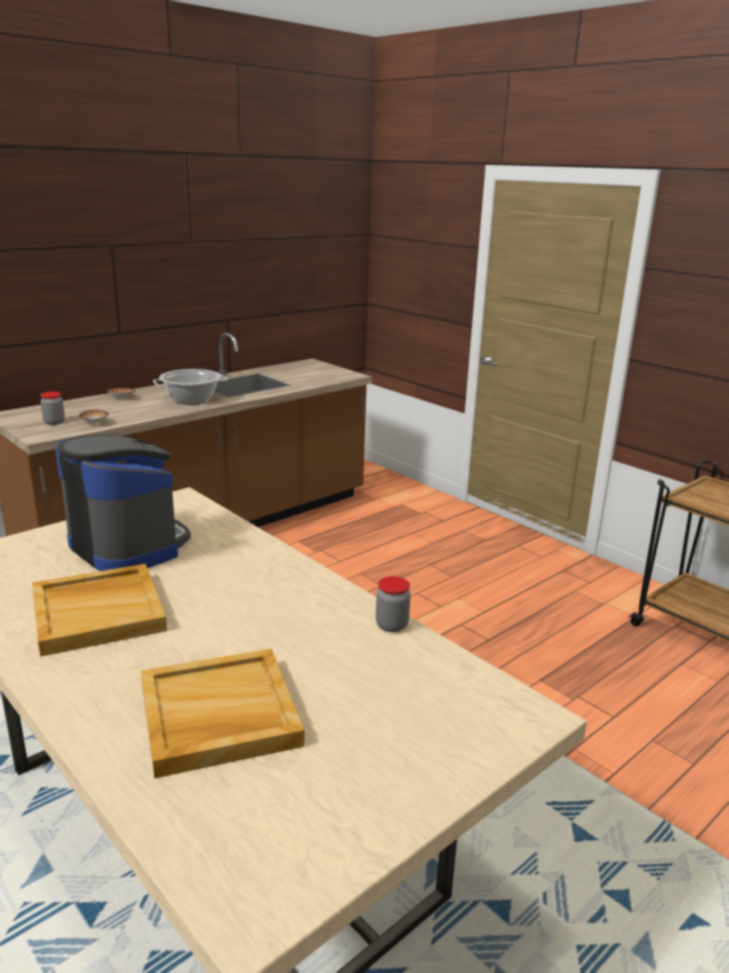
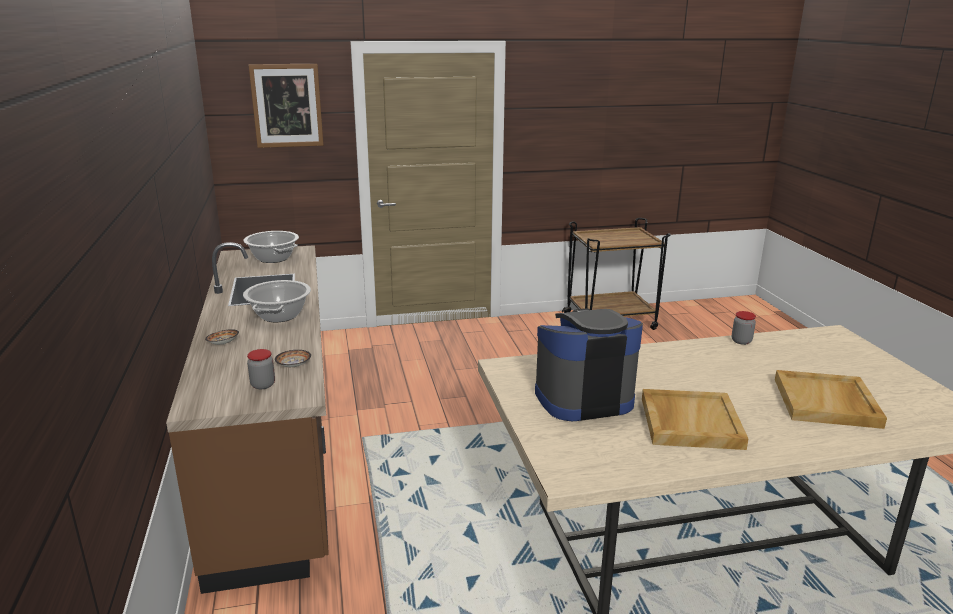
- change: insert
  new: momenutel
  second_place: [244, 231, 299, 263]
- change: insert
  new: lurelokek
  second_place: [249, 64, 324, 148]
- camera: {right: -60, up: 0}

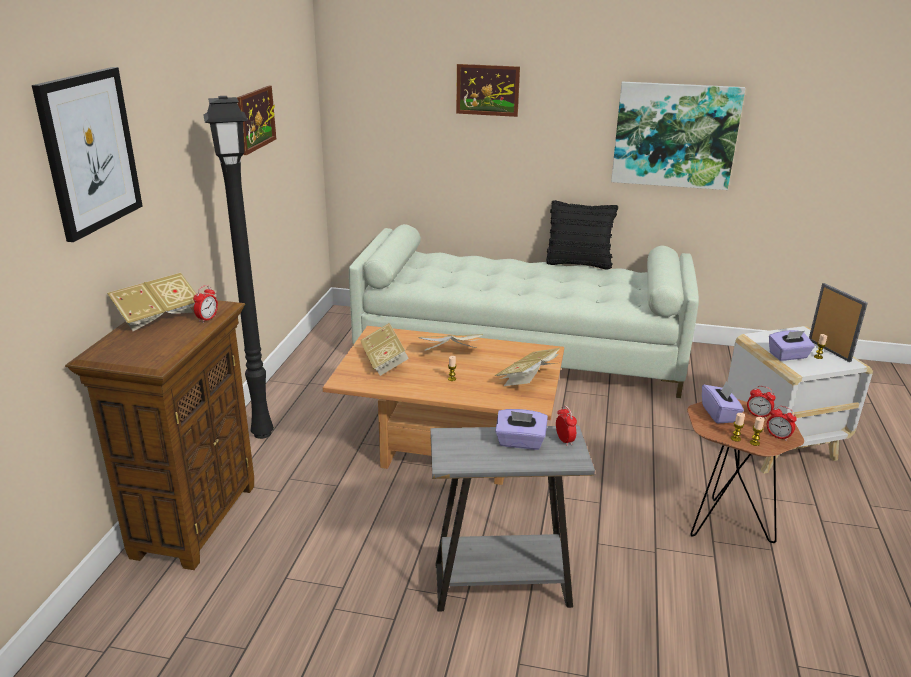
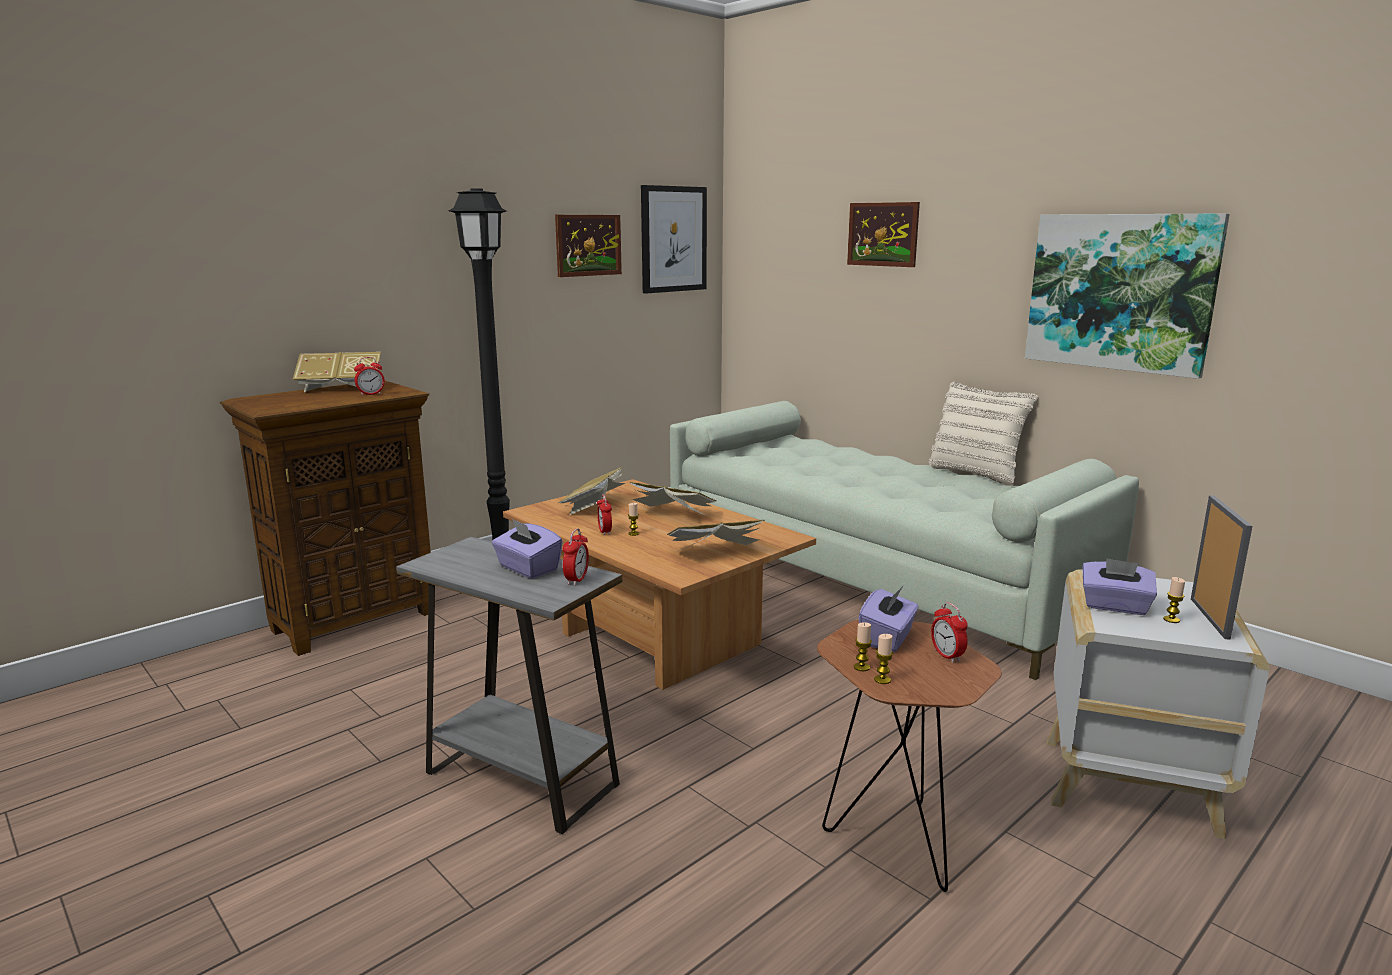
- change: move
  old: lurelokek
  first_place: [32, 67, 142, 242]
  second_place: [641, 185, 707, 293]
- change: recolor
  old: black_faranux
  new: beige_faranux
  first_place: [546, 200, 618, 269]
  second_place: [929, 381, 1038, 484]
- change: move
  old: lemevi
  first_place: [767, 406, 797, 441]
  second_place: [597, 495, 612, 535]
- camera: {right: 35, up: -10}

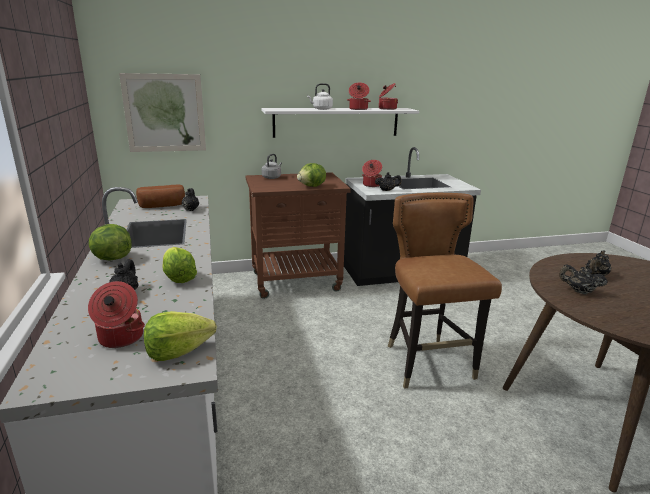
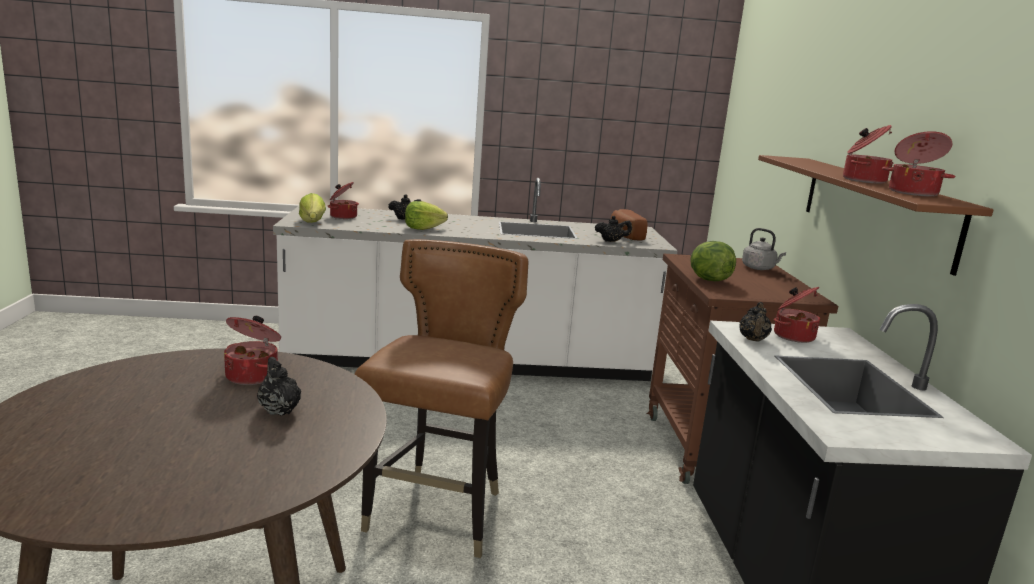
- change: delete
  old: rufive
  first_place: [88, 224, 132, 261]
- change: delete
  old: lurelokek
  first_place: [119, 73, 206, 152]
- change: recolor
  old: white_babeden
  new: brown_babeden
  first_place: [261, 108, 419, 138]
  second_place: [758, 155, 994, 276]
- change: delete
  old: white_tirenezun
  first_place: [307, 83, 333, 110]
- change: rotate
  old: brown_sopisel
  first_place: [388, 193, 502, 389]
  second_place: [355, 239, 529, 558]
  degrees: -75
- change: replace
  old: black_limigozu
  new: momenutel
  first_place: [559, 264, 608, 294]
  second_place: [224, 316, 281, 385]
- camera: {right: 100, up: -5}

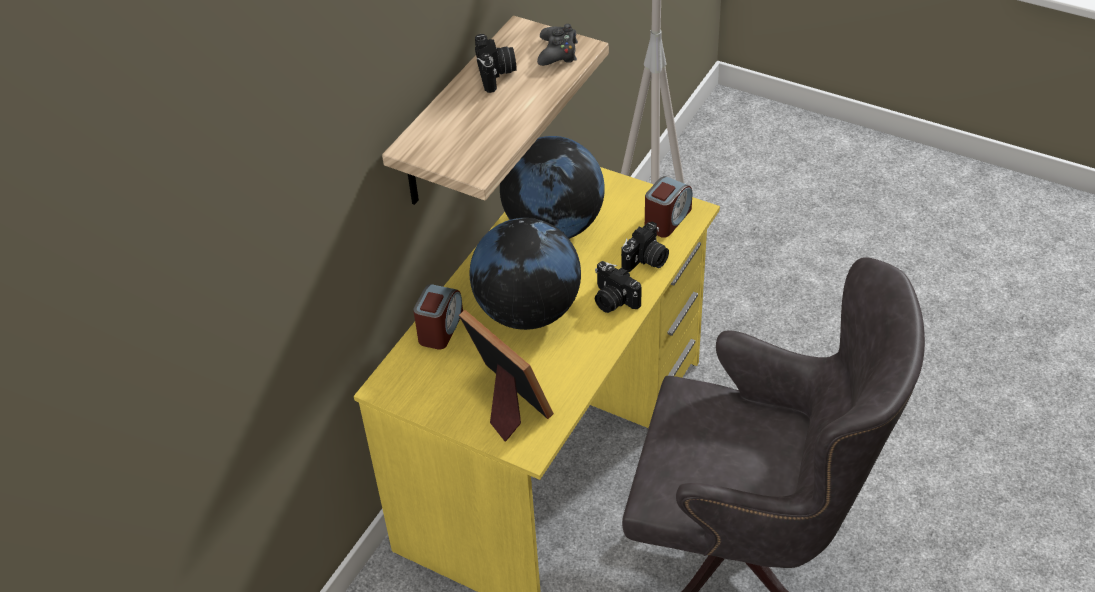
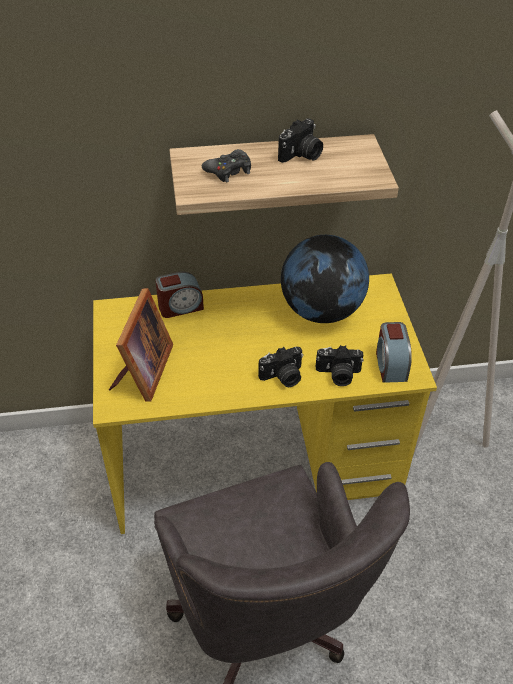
- change: delete
  old: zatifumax
  first_place: [470, 218, 581, 330]
- change: move
  old: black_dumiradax
  first_place: [537, 24, 578, 66]
  second_place: [202, 149, 251, 182]
- change: rotate
  old: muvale
  first_place: [595, 261, 642, 313]
  second_place: [258, 347, 303, 387]
  degrees: -120
- change: rotate
  old: lemevi
  first_place: [645, 176, 692, 238]
  second_place: [376, 322, 412, 383]
  degrees: 90
- camera: {right: 50, up: 0}

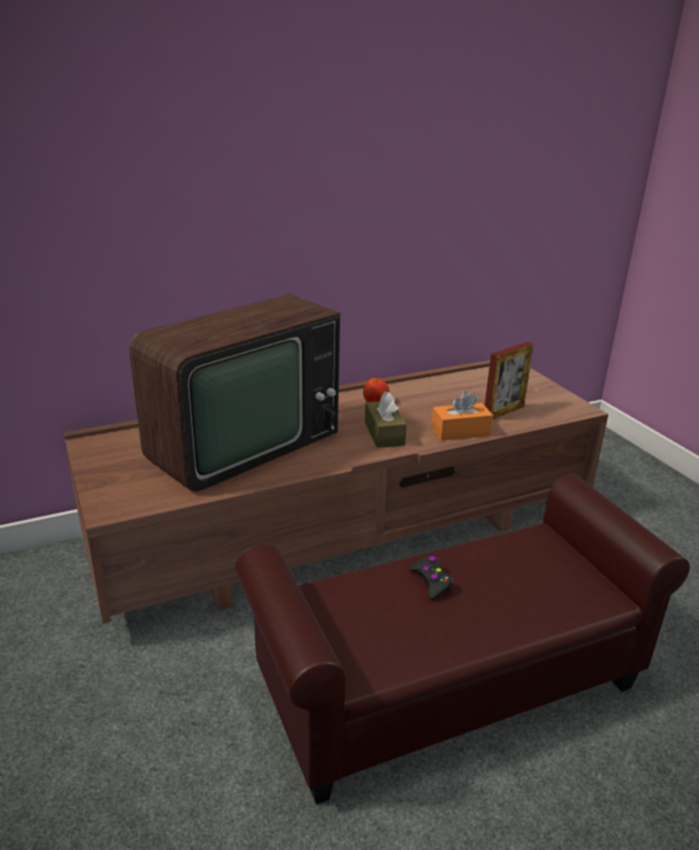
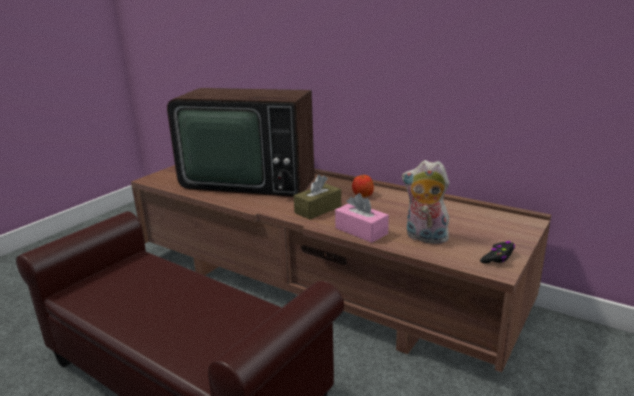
- change: move
  old: black_dumiradax
  first_place: [409, 556, 453, 600]
  second_place: [480, 241, 515, 264]
- change: recolor
  old: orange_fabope
  new: pink_fabope
  first_place: [431, 391, 493, 440]
  second_place: [335, 193, 389, 243]
- change: replace
  old: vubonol
  new: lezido
  first_place: [485, 342, 534, 419]
  second_place: [402, 160, 449, 244]
- camera: {right: 60, up: -5}

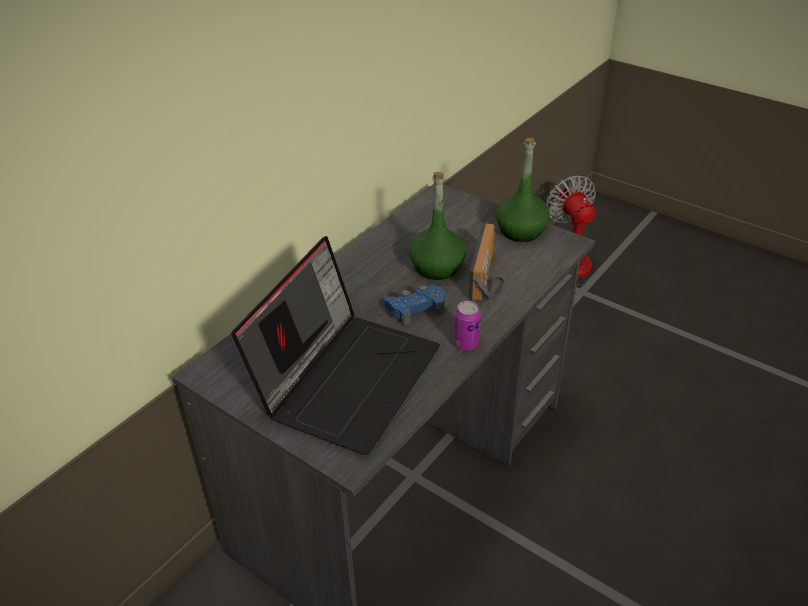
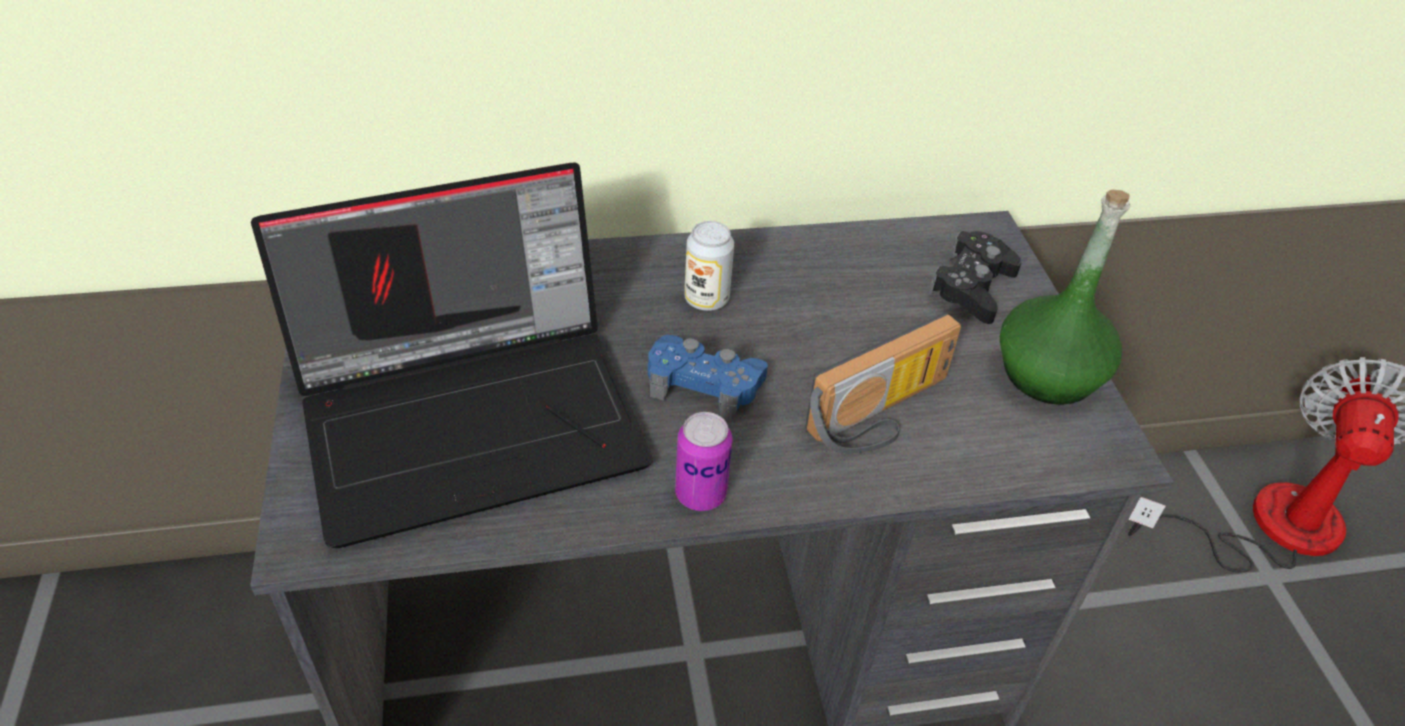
- change: delete
  old: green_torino
  first_place: [409, 172, 466, 280]
- change: insert
  new: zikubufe
  second_place: [684, 221, 734, 311]
- change: insert
  new: black_dumiradax
  second_place: [928, 231, 1021, 324]
- camera: {right: 40, up: 5}

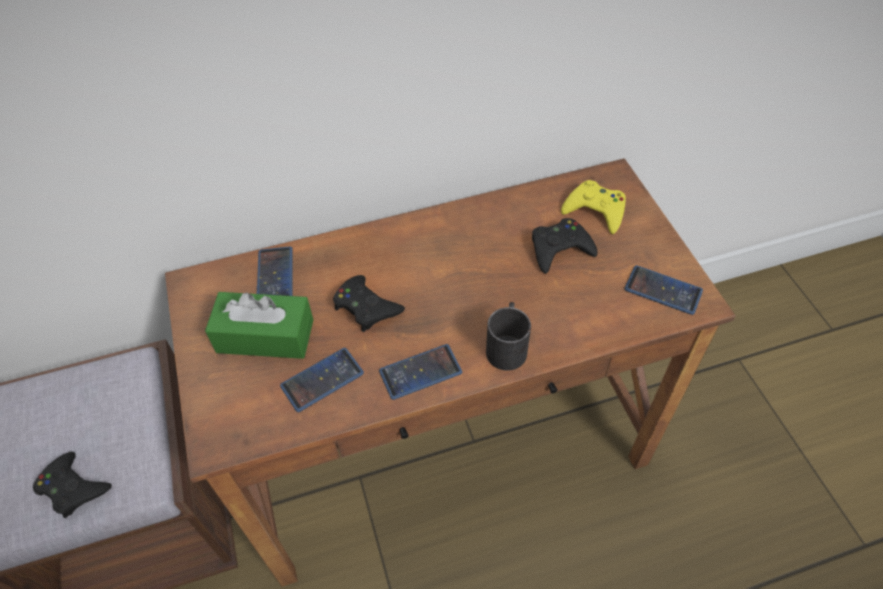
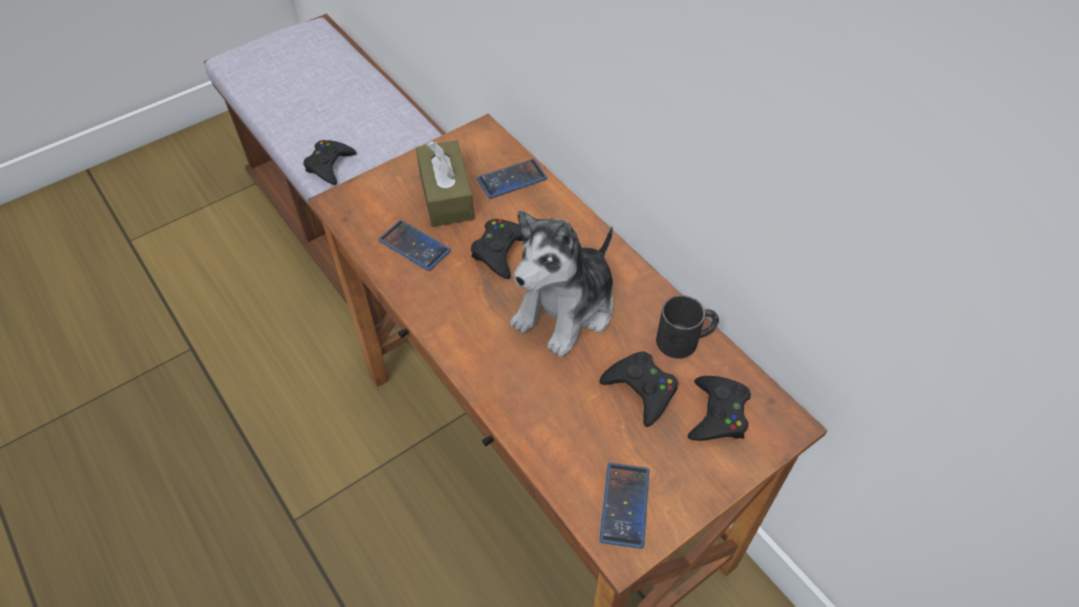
- change: recolor
  old: green_fabope
  new: brown_fabope
  first_place: [205, 292, 313, 359]
  second_place: [416, 140, 474, 227]
- change: delete
  old: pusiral
  first_place: [379, 344, 462, 400]
- change: move
  old: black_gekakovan
  first_place: [486, 302, 531, 371]
  second_place: [656, 295, 719, 359]
- change: recolor
  old: yellow_dumiradax
  new: black_dumiradax
  first_place: [561, 180, 626, 234]
  second_place: [688, 376, 751, 441]
- change: insert
  new: lezido
  second_place: [510, 210, 613, 357]
- camera: {right: 70, up: 0}

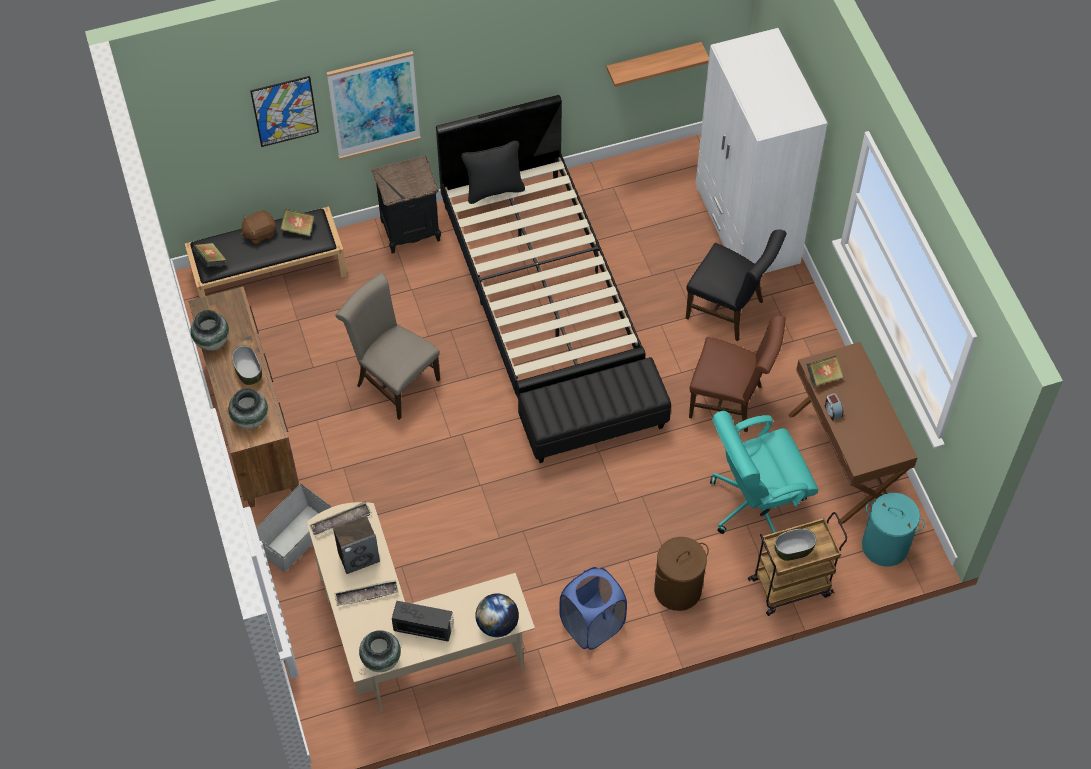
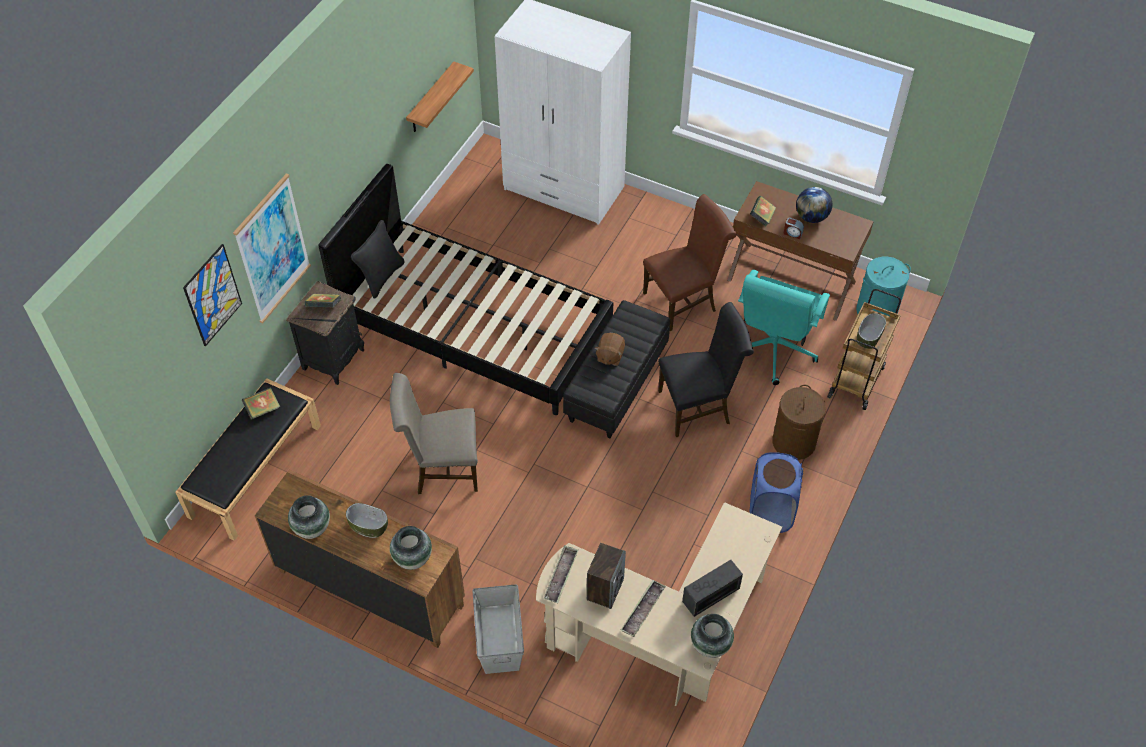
- change: move
  old: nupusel
  first_place: [193, 243, 227, 267]
  second_place: [305, 294, 341, 307]
- change: move
  old: brown_lezido
  first_place: [241, 210, 276, 244]
  second_place: [595, 333, 625, 366]
- change: move
  old: zatifumax
  first_place: [475, 594, 519, 637]
  second_place: [796, 187, 833, 223]
- change: move
  old: black_sopisel
  first_place: [686, 230, 787, 341]
  second_place: [658, 302, 754, 437]
- camera: {right: -45, up: -5}

